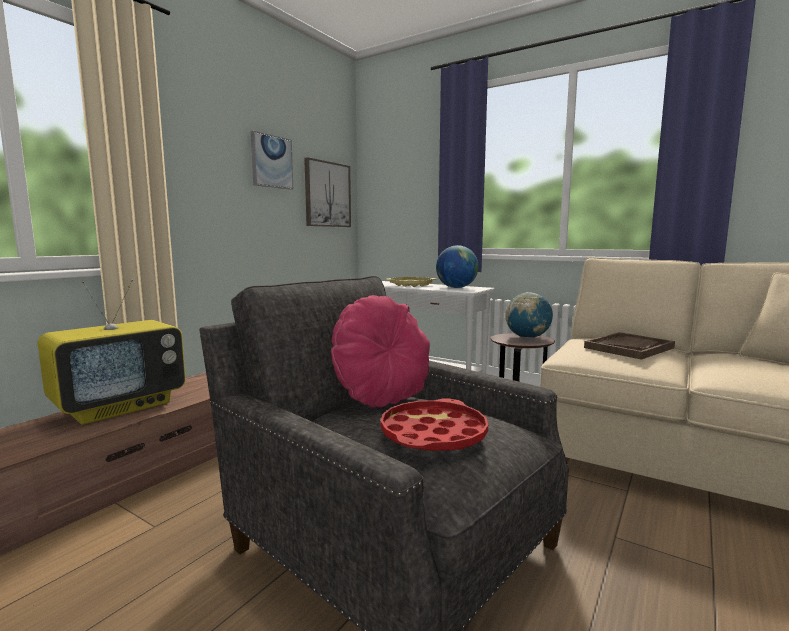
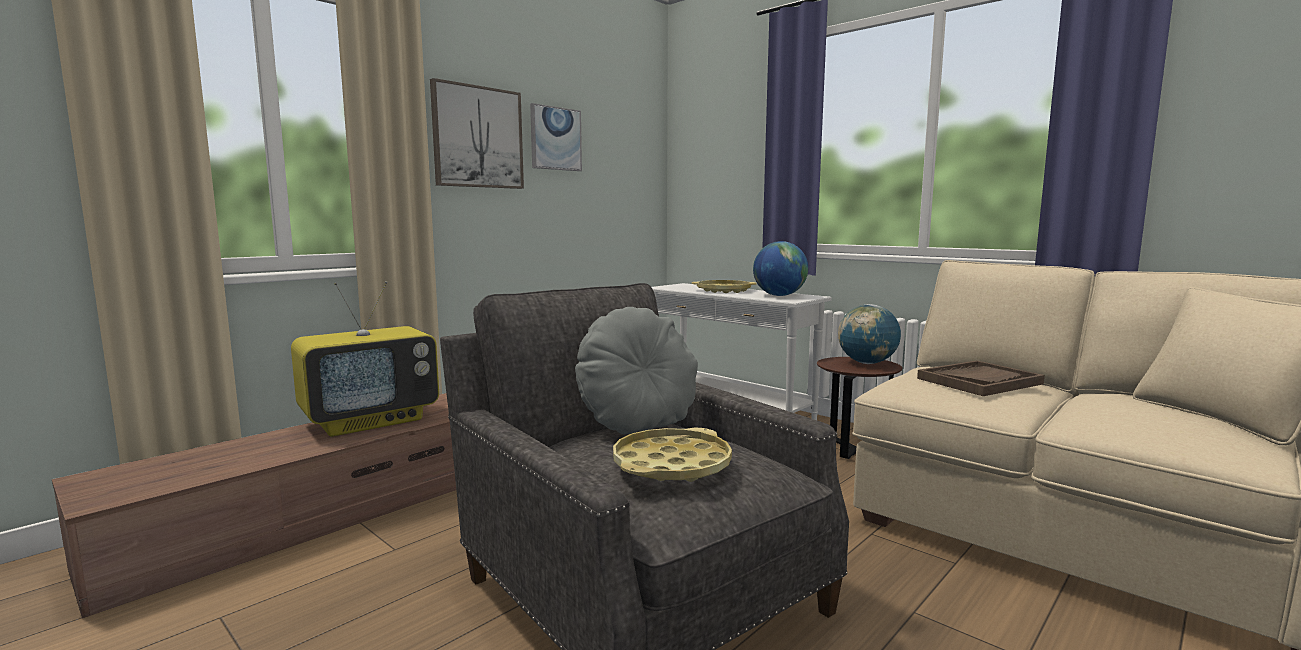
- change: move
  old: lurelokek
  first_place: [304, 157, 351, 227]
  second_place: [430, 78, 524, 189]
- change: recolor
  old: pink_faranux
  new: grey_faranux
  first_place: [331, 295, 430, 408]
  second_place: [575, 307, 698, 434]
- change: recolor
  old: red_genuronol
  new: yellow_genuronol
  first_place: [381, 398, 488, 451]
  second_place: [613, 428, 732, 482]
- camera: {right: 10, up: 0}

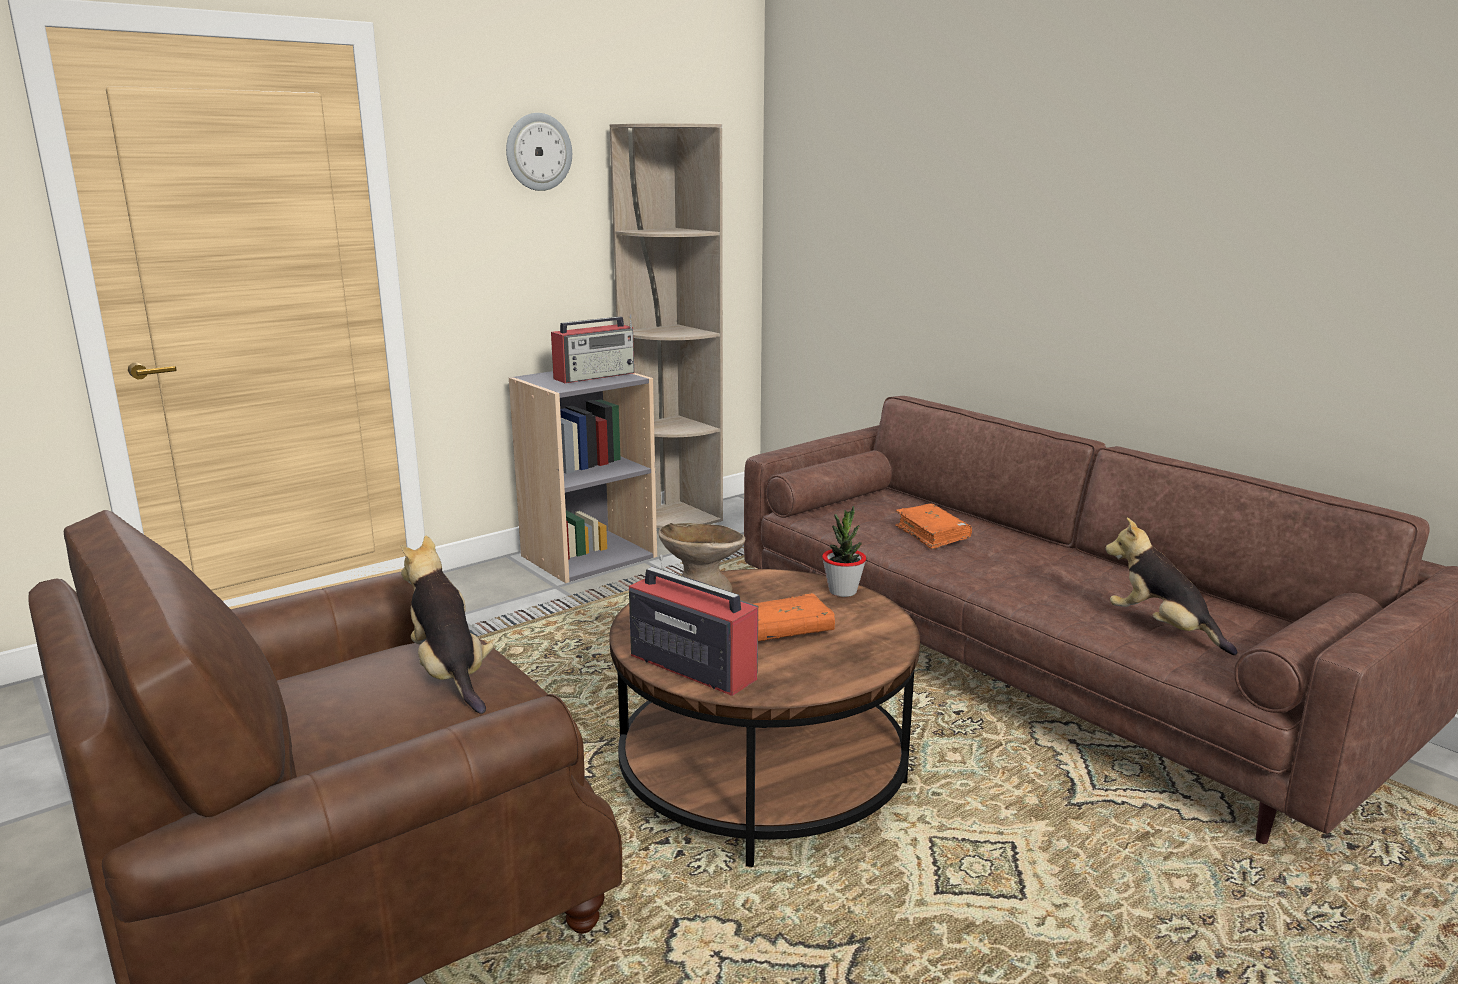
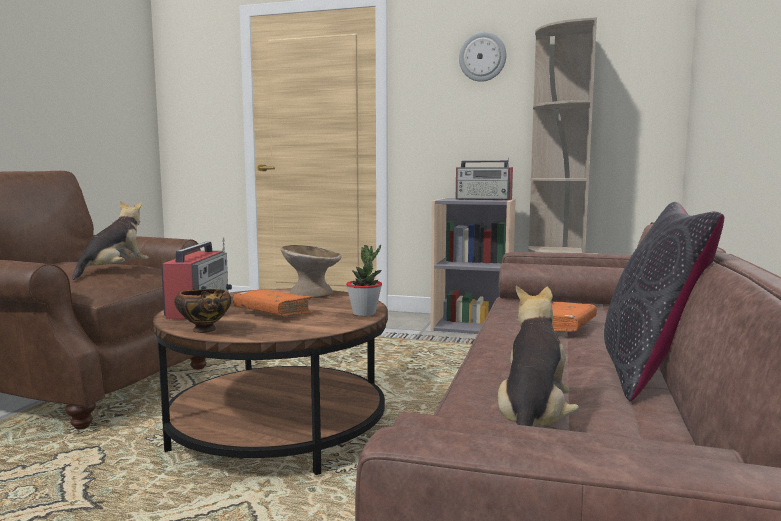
- change: insert
  new: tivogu
  second_place: [174, 289, 231, 333]
- change: insert
  new: black_faranux
  second_place: [604, 202, 724, 401]
- camera: {right: 55, up: -10}

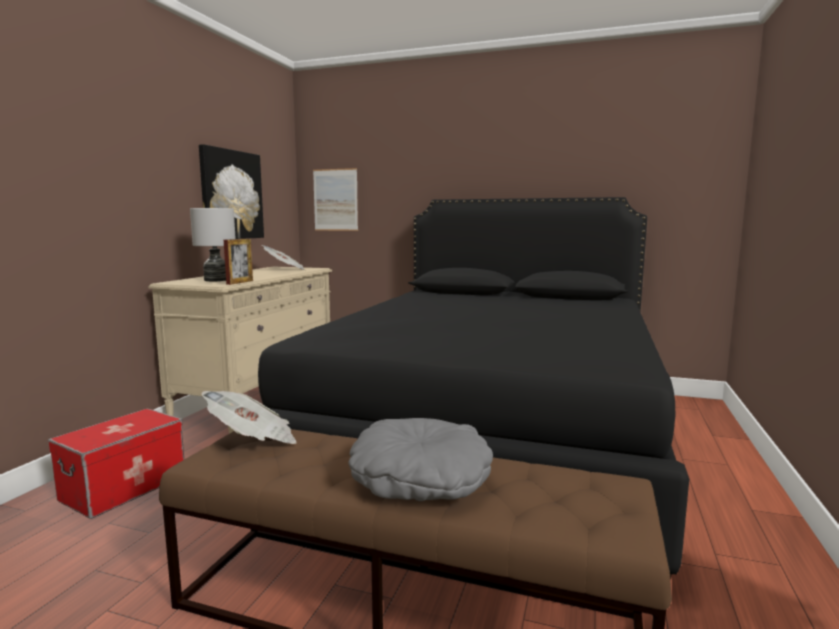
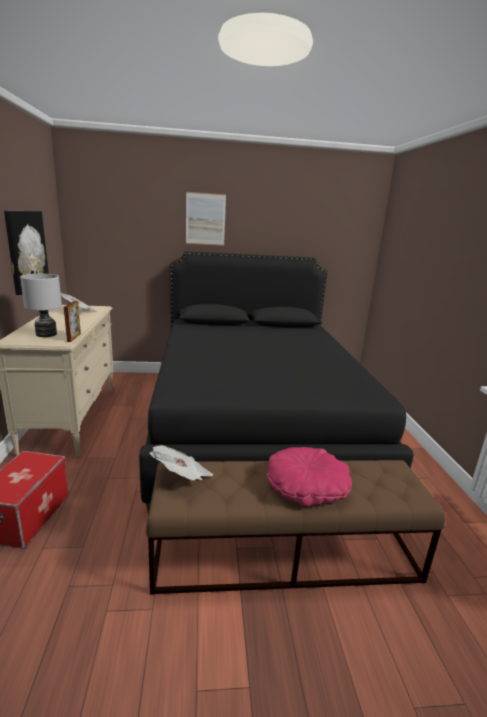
- change: move
  old: lurelokek
  first_place: [313, 168, 358, 231]
  second_place: [186, 192, 226, 246]
- change: recolor
  old: grey_faranux
  new: pink_faranux
  first_place: [348, 418, 493, 501]
  second_place: [267, 447, 352, 506]
- camera: {right: -25, up: 10}

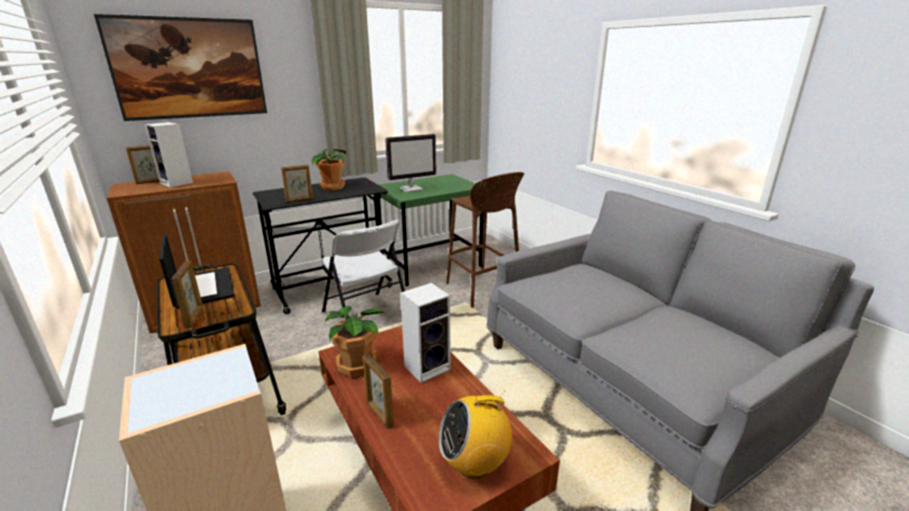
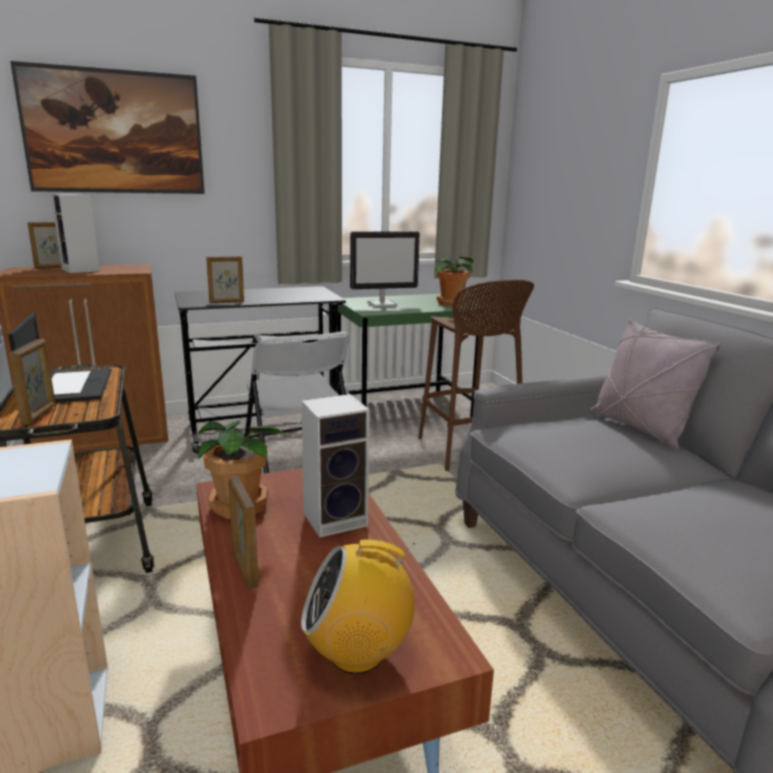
- change: move
  old: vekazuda
  first_place: [312, 149, 346, 190]
  second_place: [435, 256, 474, 306]
- change: insert
  new: purple_faranux
  second_place: [590, 319, 721, 449]
- camera: {right: 10, up: -5}

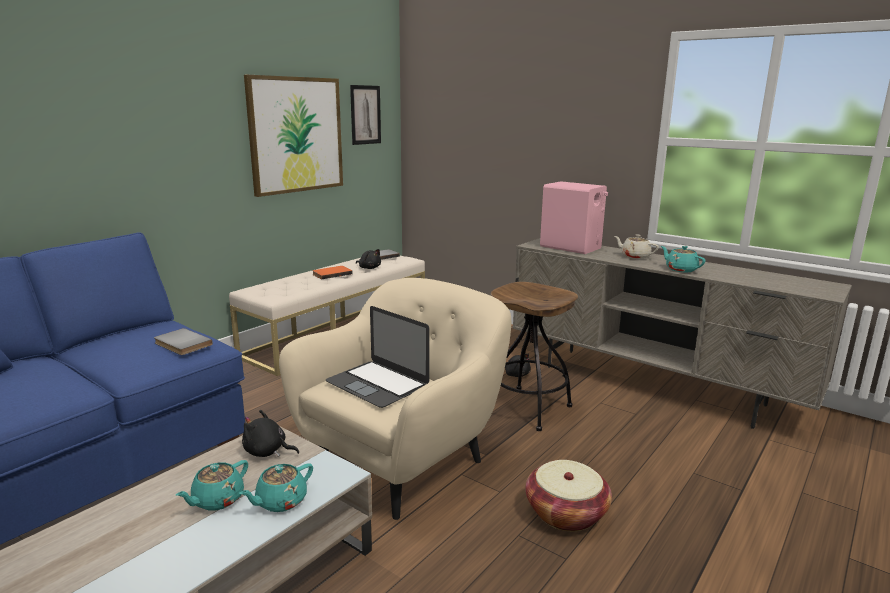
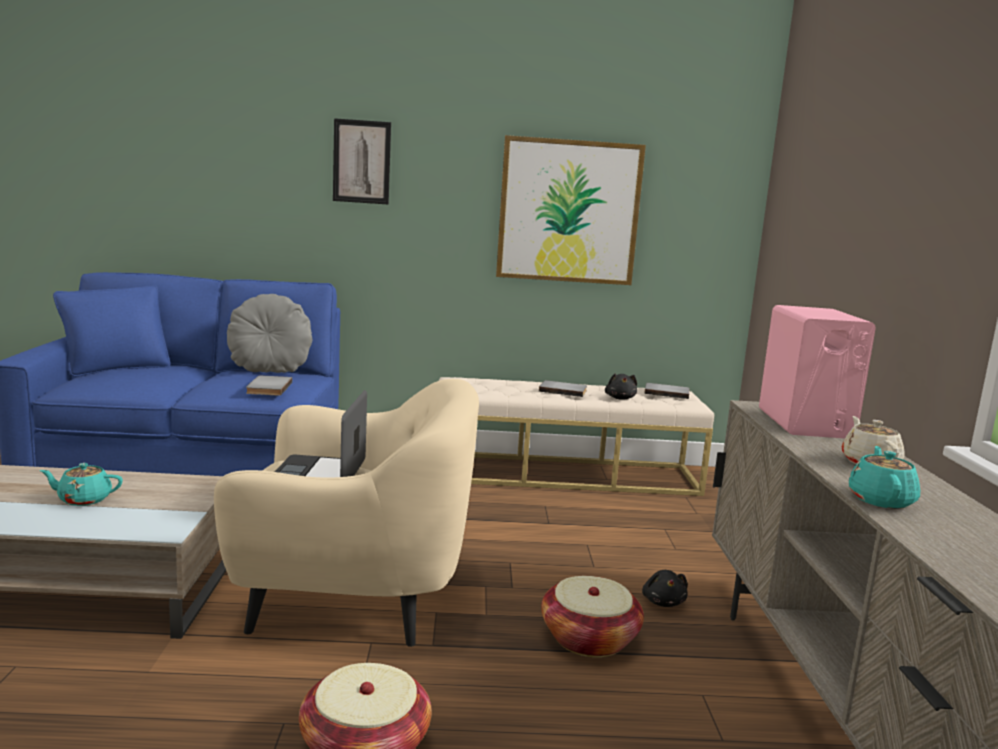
- change: delete
  old: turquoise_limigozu
  first_place: [239, 463, 313, 512]
- change: delete
  old: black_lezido
  first_place: [242, 410, 299, 457]
- change: recolor
  old: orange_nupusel
  new: grey_nupusel
  first_place: [312, 266, 353, 279]
  second_place: [539, 380, 587, 397]
- change: move
  old: lurelokek
  first_place: [350, 85, 381, 145]
  second_place: [333, 118, 391, 204]
- change: replace
  old: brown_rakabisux
  new: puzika
  first_place: [491, 282, 578, 431]
  second_place: [541, 576, 644, 657]
- change: insert
  new: grey_faranux
  second_place: [227, 294, 312, 373]
- camera: {right: 50, up: -5}

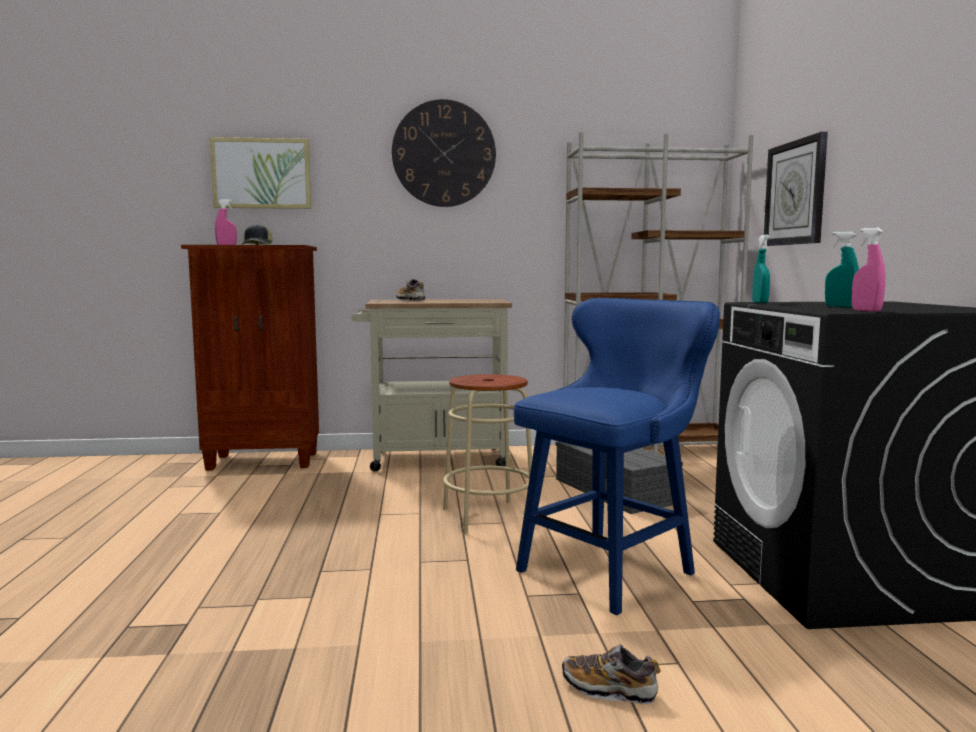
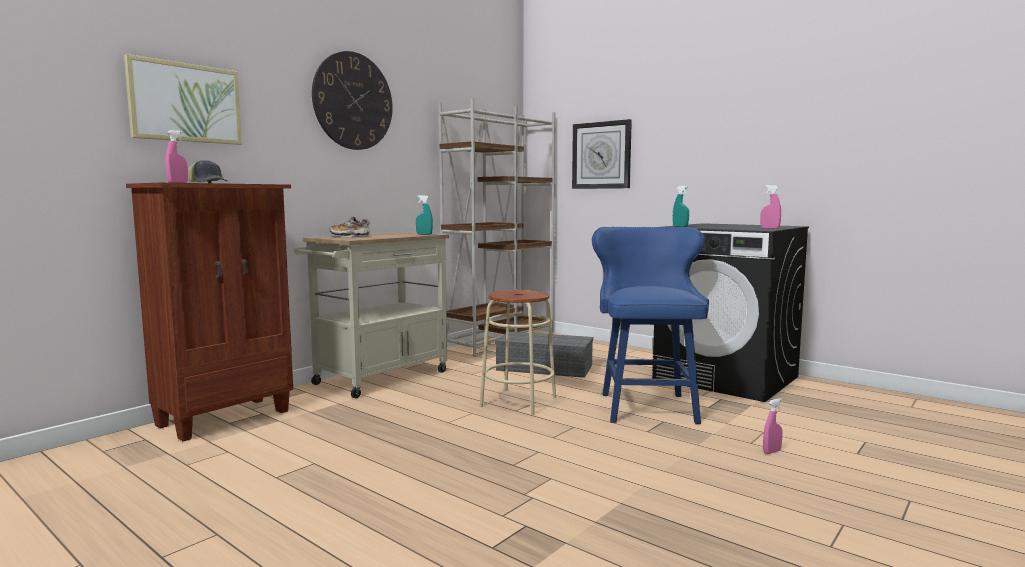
- change: replace
  old: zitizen
  new: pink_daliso
  first_place: [562, 644, 661, 705]
  second_place: [763, 398, 783, 454]
- change: move
  old: turquoise_daliso
  first_place: [825, 232, 859, 307]
  second_place: [416, 195, 433, 235]
- camera: {right: -45, up: 0}

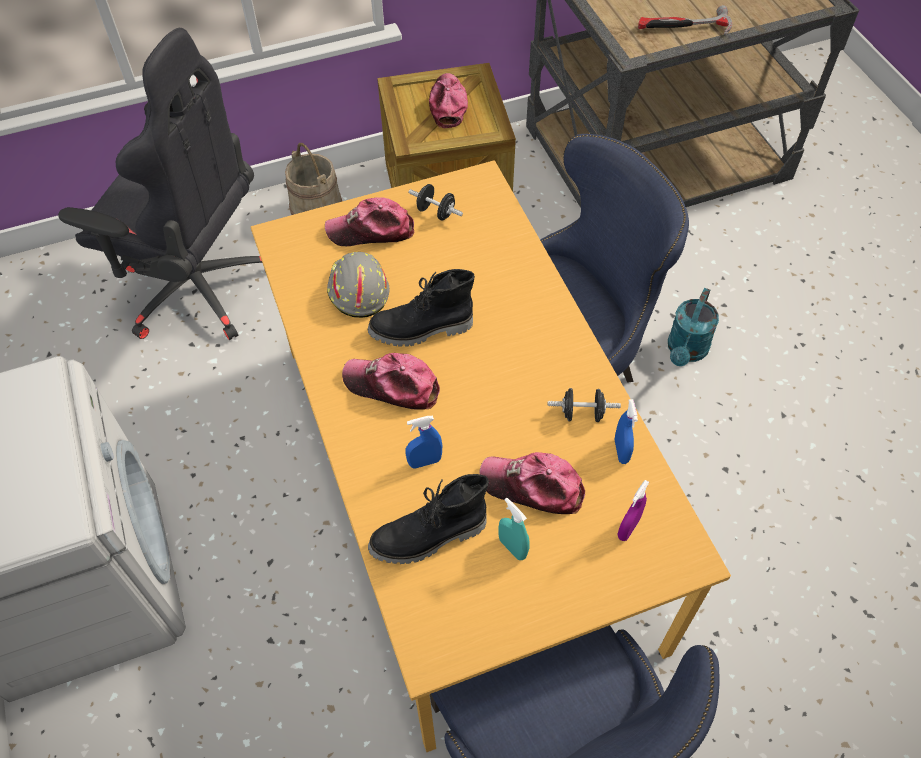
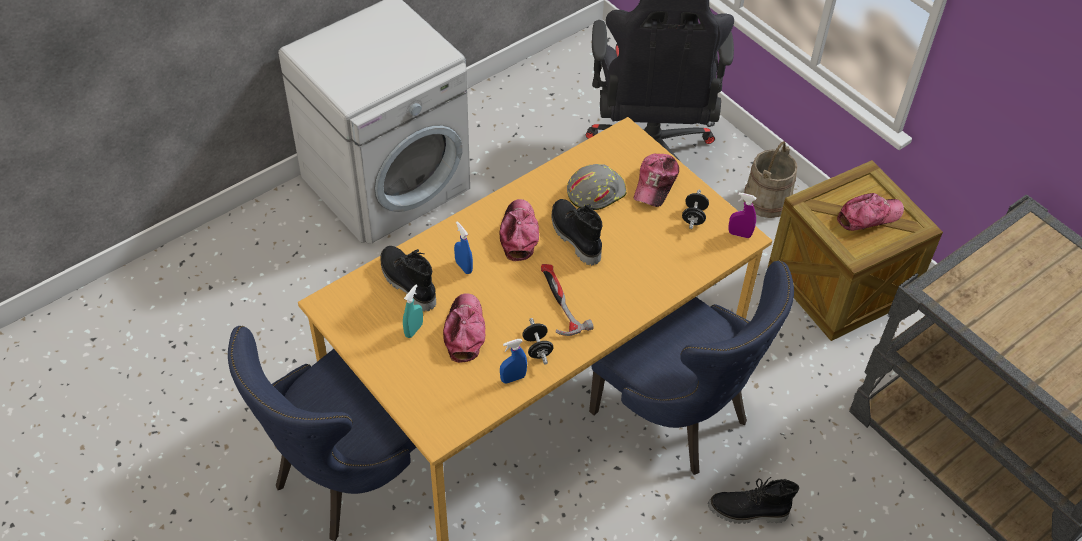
- change: rotate
  old: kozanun
  first_place: [325, 197, 414, 246]
  second_place: [634, 154, 679, 207]
  degrees: -135
- change: move
  old: purple_daliso
  first_place: [617, 480, 649, 541]
  second_place: [728, 193, 756, 238]
- change: move
  old: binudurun
  first_place: [638, 5, 732, 35]
  second_place: [541, 264, 594, 336]
- change: replace
  old: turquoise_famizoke
  new: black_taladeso
  first_place: [668, 288, 719, 366]
  second_place: [708, 477, 799, 524]
- camera: {right: 70, up: -5}

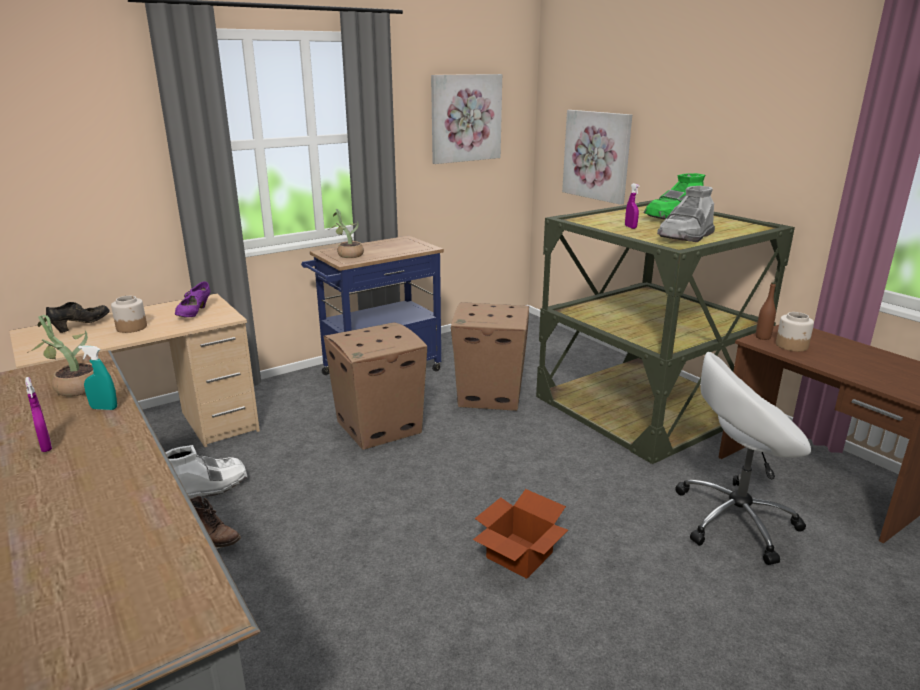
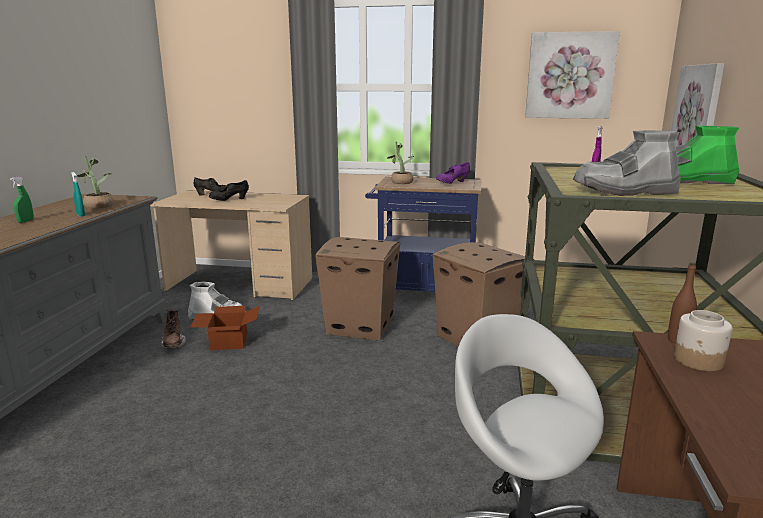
- change: recolor
  old: purple_daliso
  new: green_daliso
  first_place: [25, 377, 52, 452]
  second_place: [10, 176, 34, 223]
- change: replace
  old: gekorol
  new: black_zitizen
  first_place: [111, 296, 147, 333]
  second_place: [209, 180, 249, 201]
- change: move
  old: purple_zitizen
  first_place: [175, 281, 210, 317]
  second_place: [436, 162, 470, 184]
- change: move
  old: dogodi
  first_place: [473, 489, 568, 579]
  second_place: [190, 306, 260, 350]
- camera: {right: 45, up: -5}

